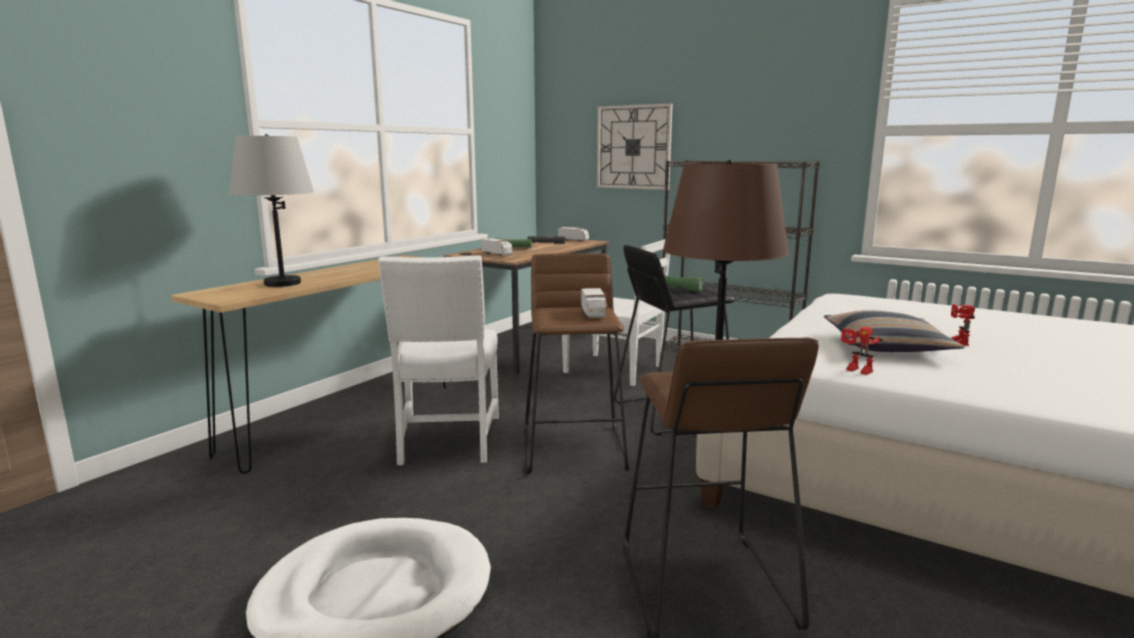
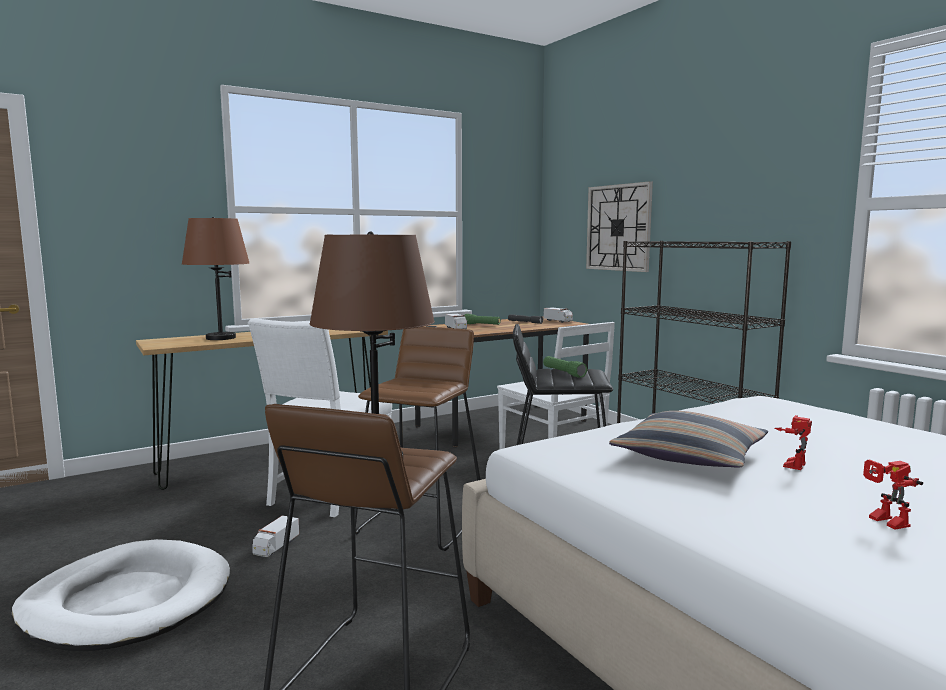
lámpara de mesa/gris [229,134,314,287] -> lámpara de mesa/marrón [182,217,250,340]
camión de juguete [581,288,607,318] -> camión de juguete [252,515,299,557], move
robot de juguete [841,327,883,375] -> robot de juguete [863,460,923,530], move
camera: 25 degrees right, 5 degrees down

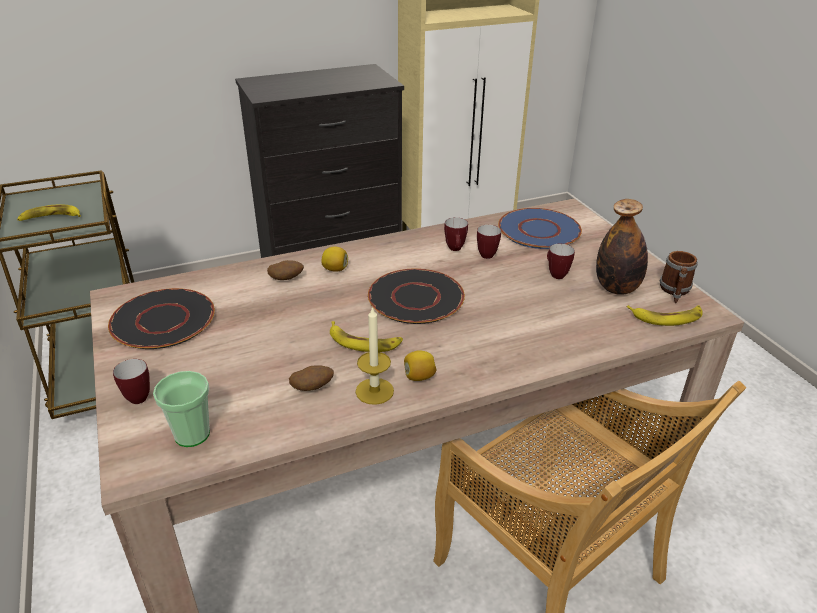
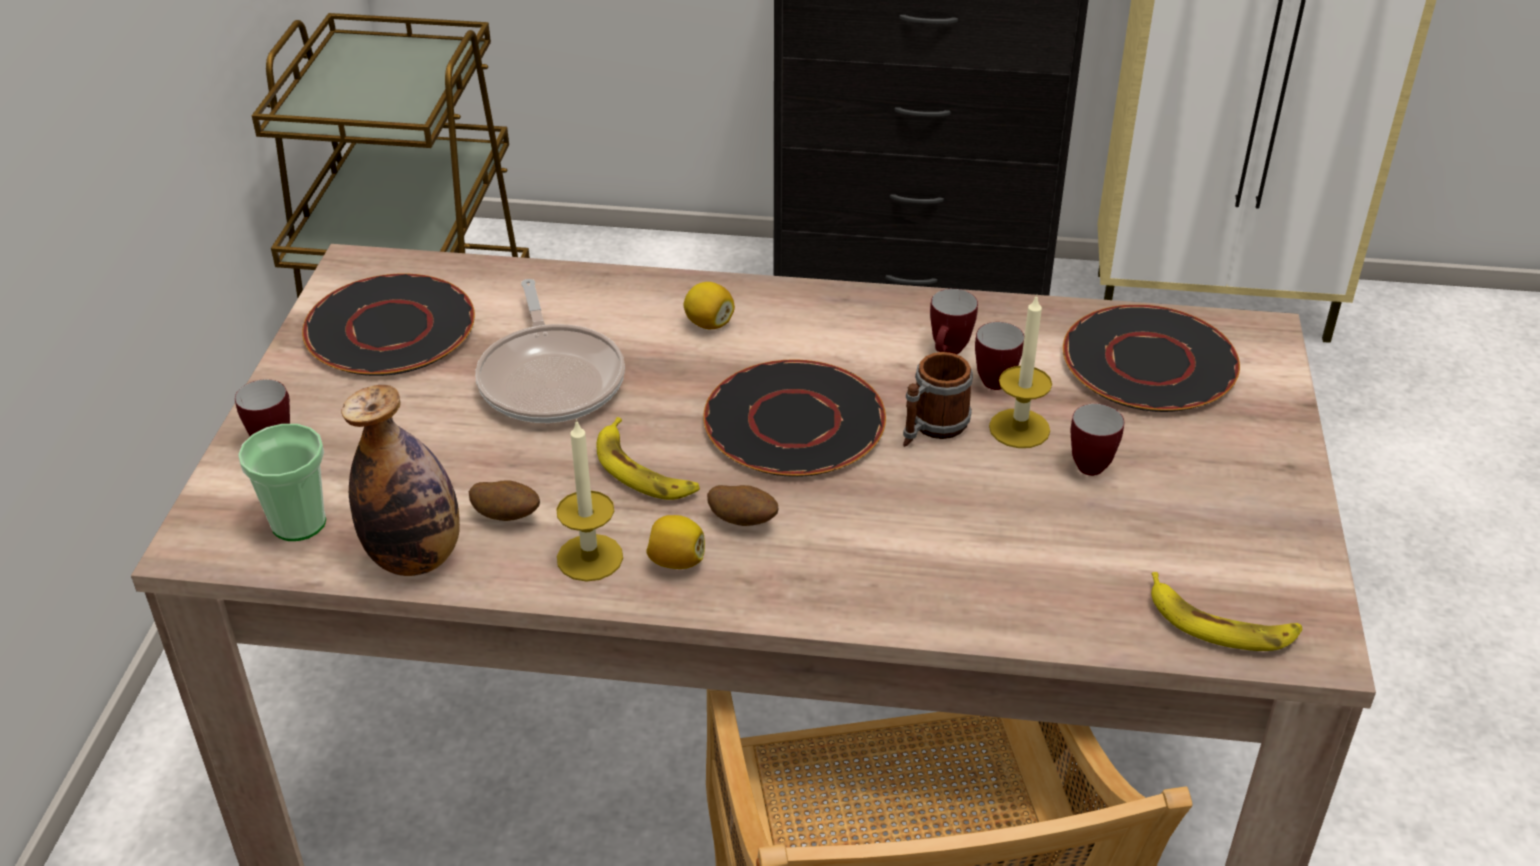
plátano [17,204,81,221] -> none
patata [267,260,304,280] -> patata [707,485,779,526], move
plato/azul [498,208,582,249] -> plato/negro [1063,304,1240,412]
botella [596,199,648,295] -> botella [341,385,460,576], move
taza grande [660,251,698,303] -> taza grande [903,352,973,447], move
none -> sartén [475,279,625,423]
none -> vela [989,294,1052,448]
camera: 30 degrees right, 5 degrees up

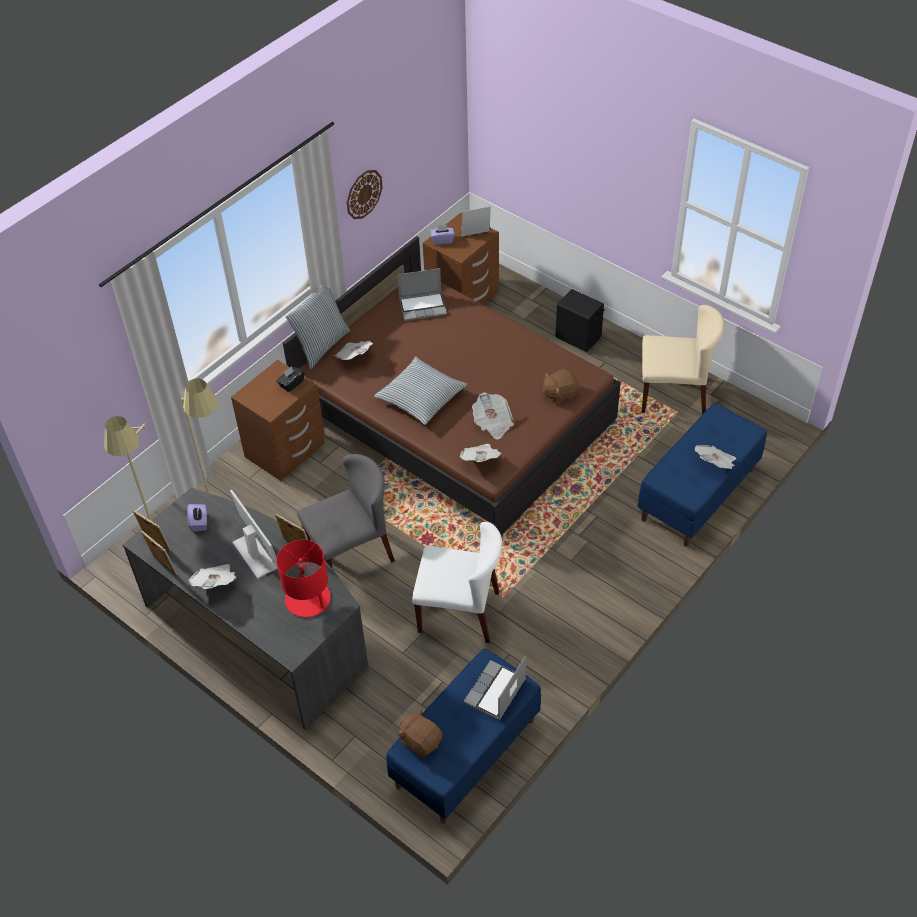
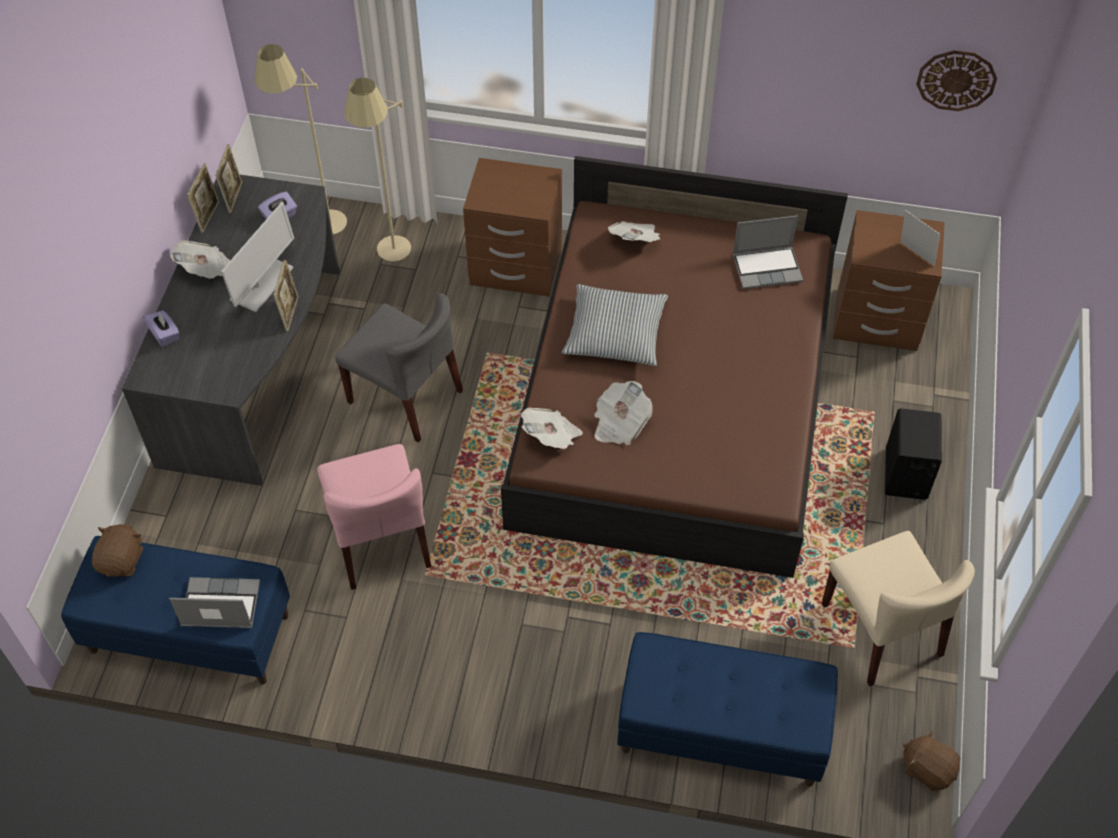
lámpara de mesa/rojo [276,540,331,617] -> none
caja de pañuelos/negro [277,366,304,392] -> none
cojín [286,285,350,369] -> none
reloj de pared [347,170,383,219] -> reloj de pared [916,50,997,111], move
portátil [397,268,447,321] -> portátil [733,216,803,289], 60 degrees counterclockwise
silla/blanco [412,522,502,643] -> silla/rosa [317,444,431,590]
caja de pañuelos/morado [431,225,455,245] -> caja de pañuelos/morado [143,311,179,347], move
peluche/marrón [542,369,579,404] -> peluche/marrón [903,731,960,791], move
periódico [695,445,736,469] -> none
camera: 60 degrees right, 5 degrees up

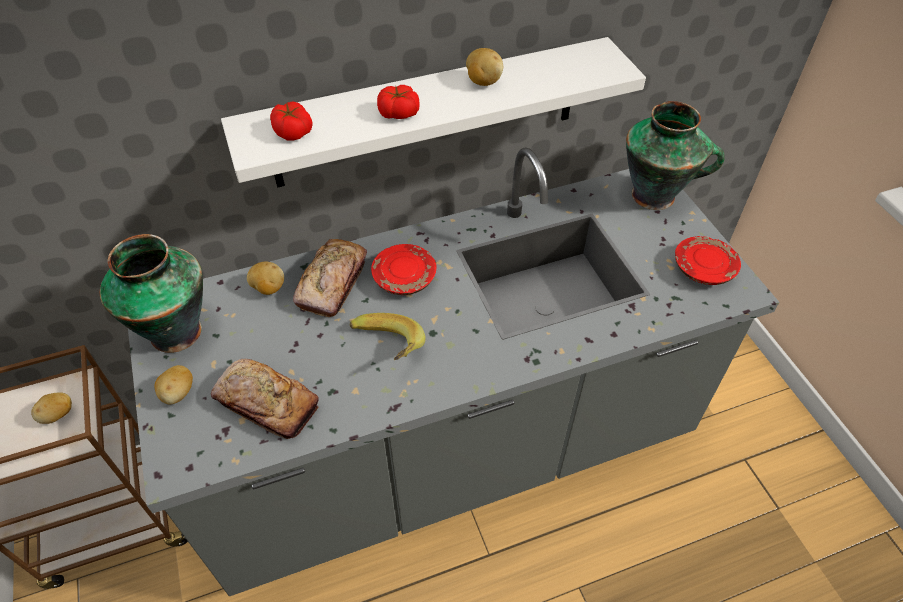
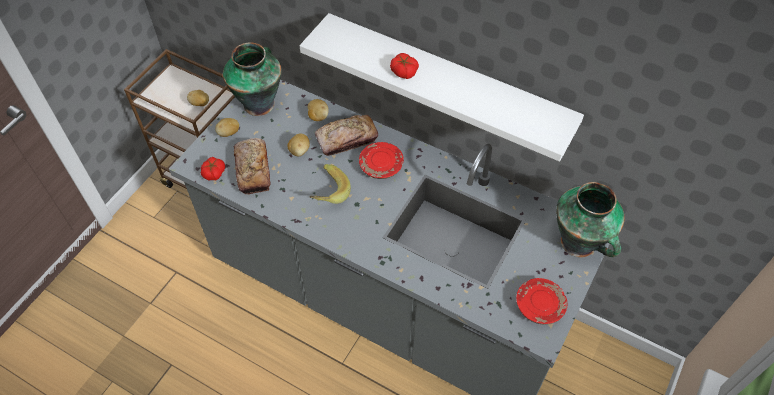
tomate [270,101,313,141] -> tomate [201,157,225,180], move
patata [466,48,503,86] -> patata [287,133,310,156], move
camera: 50 degrees right, 5 degrees up

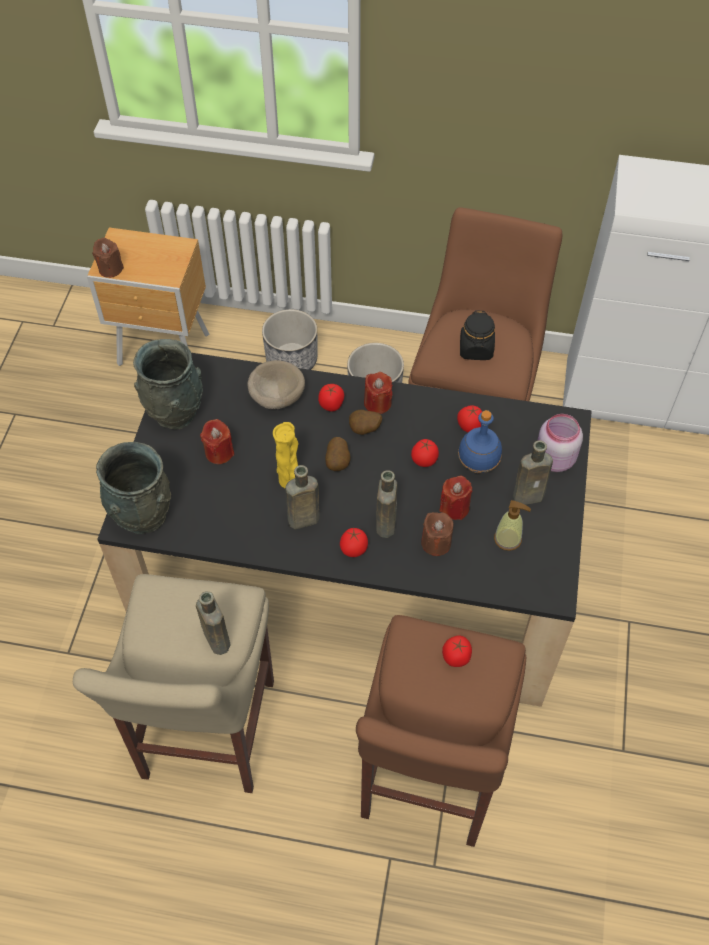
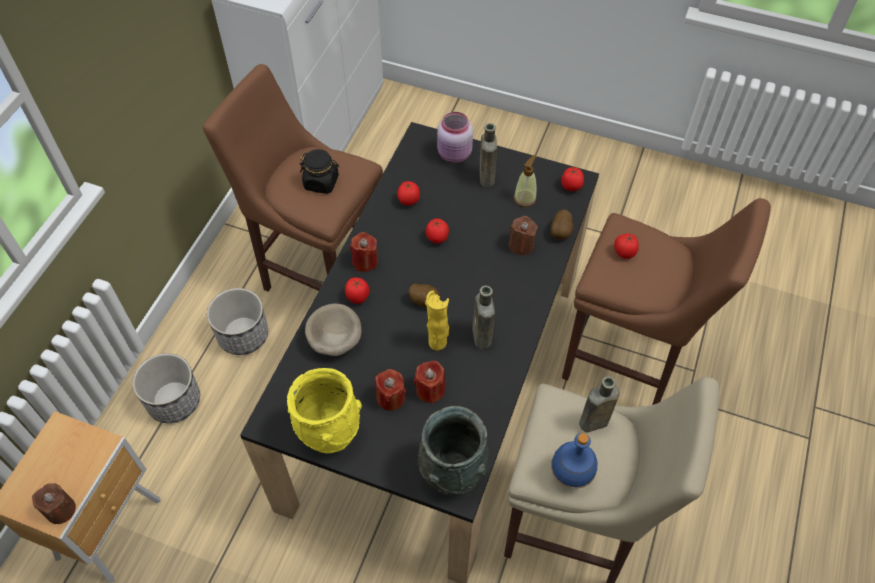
florero/gris [133,339,203,429] -> florero/amarillo [287,368,362,454]
tomate [340,528,368,557] -> tomate [561,167,584,191], move
patata [349,410,382,435] -> patata [551,210,573,240], move
botella/marrón [376,470,398,538] -> none
vela/rojo [439,476,472,520] -> vela/rojo [414,361,446,404], move
botella/azul [458,410,502,473] -> botella/azul [551,433,597,489], move
camera: 80 degrees left, 0 degrees up

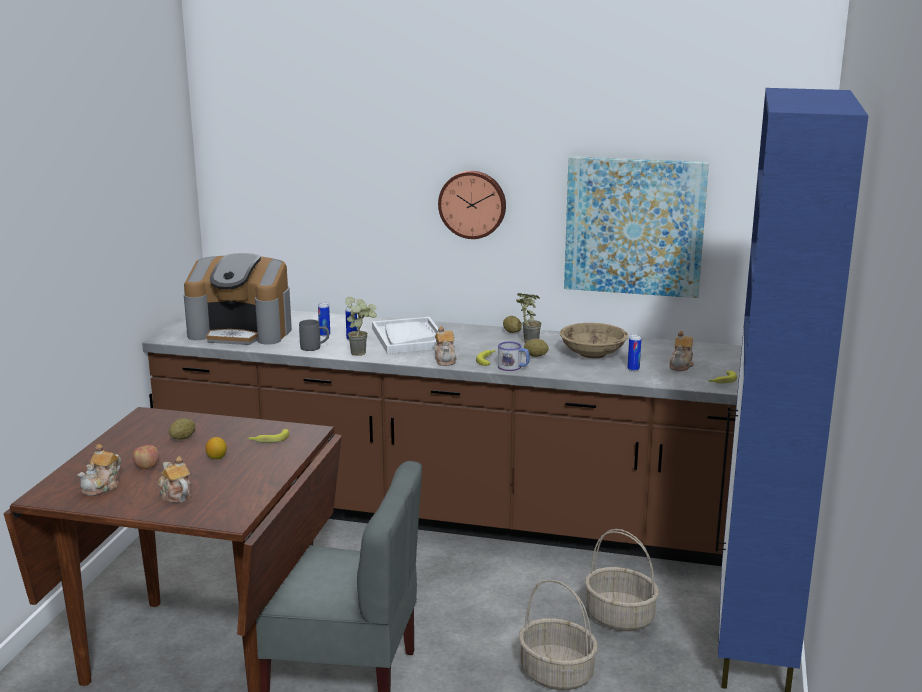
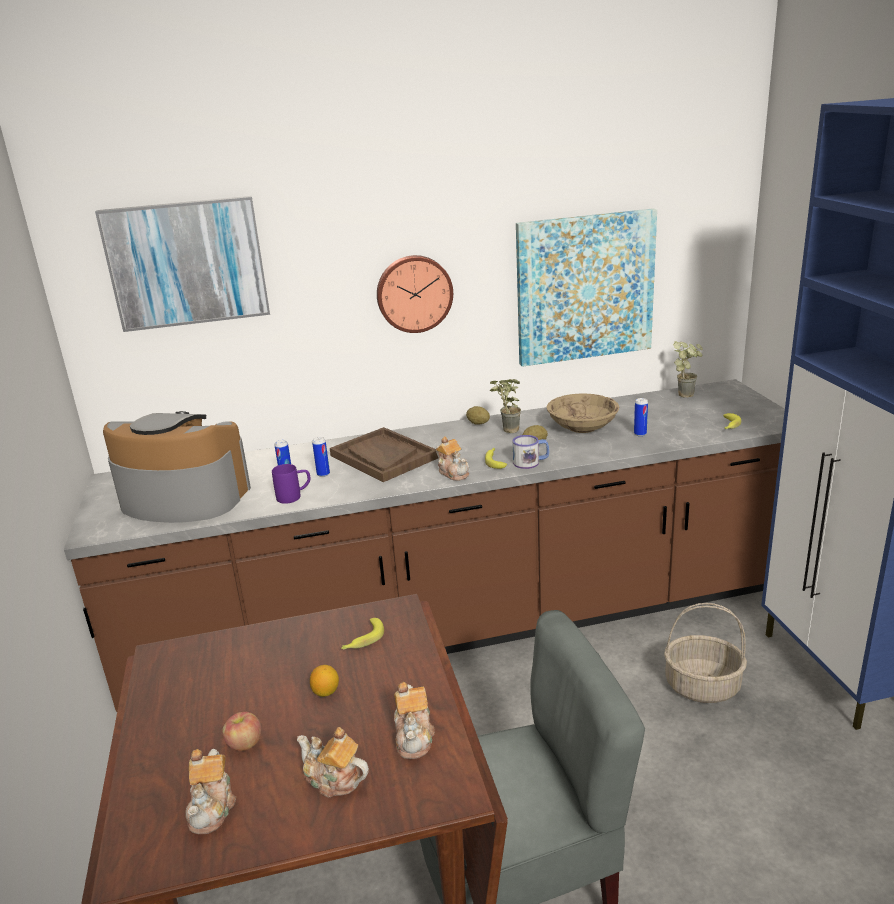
patata [169,418,196,440] -> none
cafetera [184,253,292,345] -> cafetera [103,411,251,523], 150 degrees counterclockwise
taza grande/gris [299,320,329,351] -> taza grande/morado [272,464,310,504]
planta en maceta [345,297,377,356] -> planta en maceta [673,341,703,398], move
bandeja/blanco [372,317,438,354] -> bandeja/marrón [330,427,438,482]
cesta [518,580,598,690] -> none
tetera [669,331,694,371] -> tetera [394,682,435,759], move
none -> cuadro [95,196,270,332]
camera: 25 degrees left, 5 degrees up

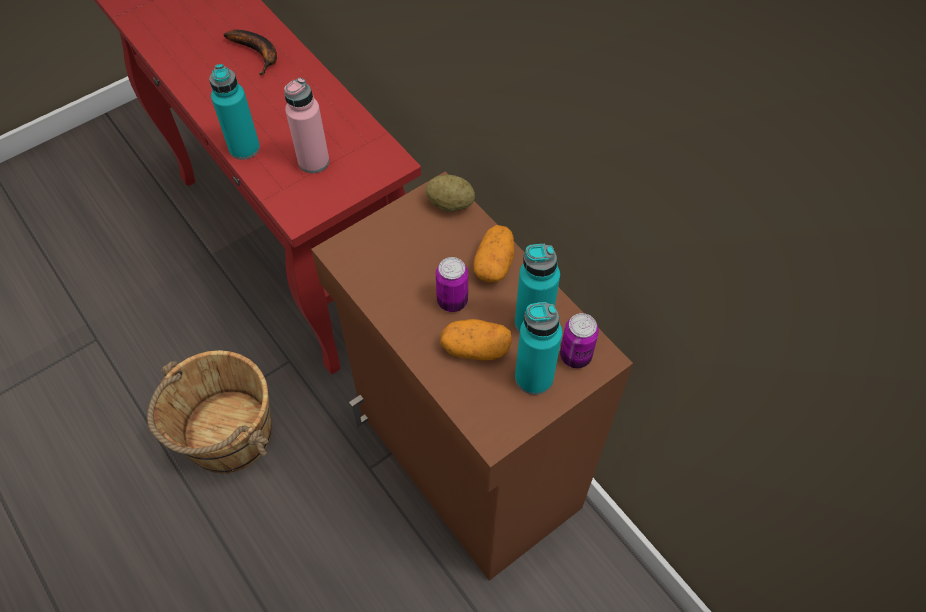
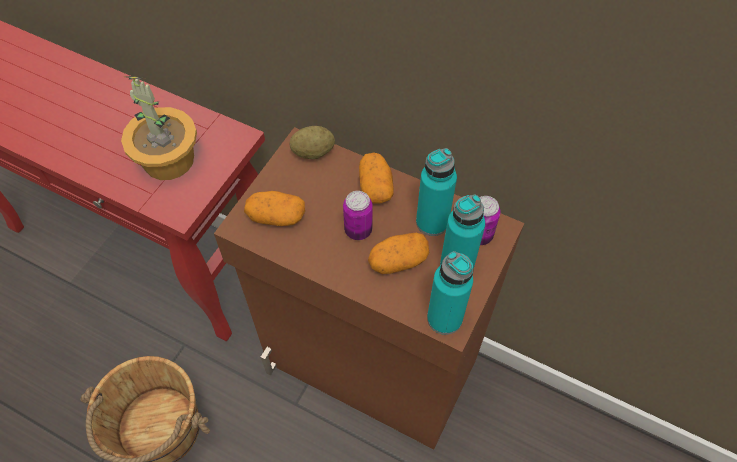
botella/turquesa [209,64,260,160] -> botella/turquesa [427,251,473,335], move
plátano [224,30,277,75] -> none
botella/rosa [284,78,329,173] -> planta en maceta [121,76,197,180]
none -> patata [244,191,305,226]
camera: 25 degrees left, 0 degrees up

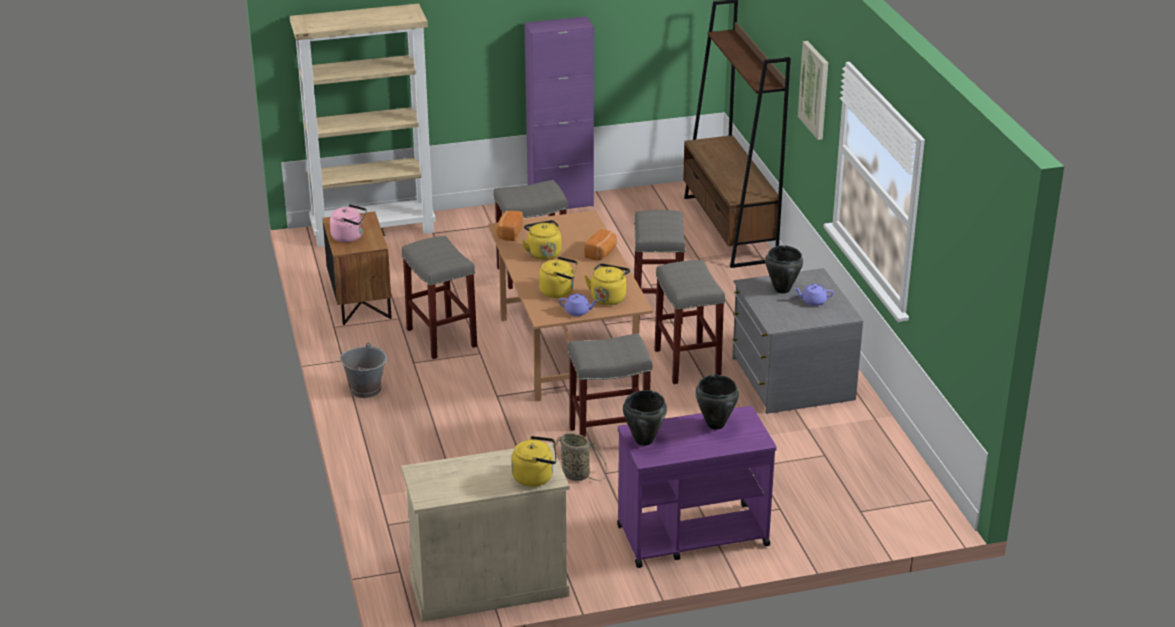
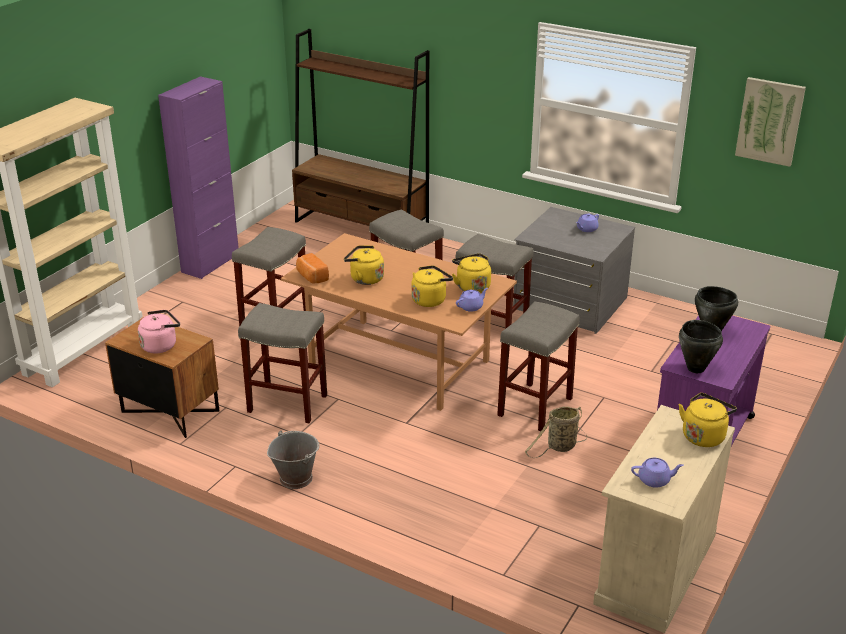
pan [584,229,617,260] -> none
olla/negro [765,245,803,294] -> none
cuadro [798,41,828,140] -> cuadro [735,77,806,167], move
none -> tetera/morado [631,458,684,488]
camera: 45 degrees left, 0 degrees up

